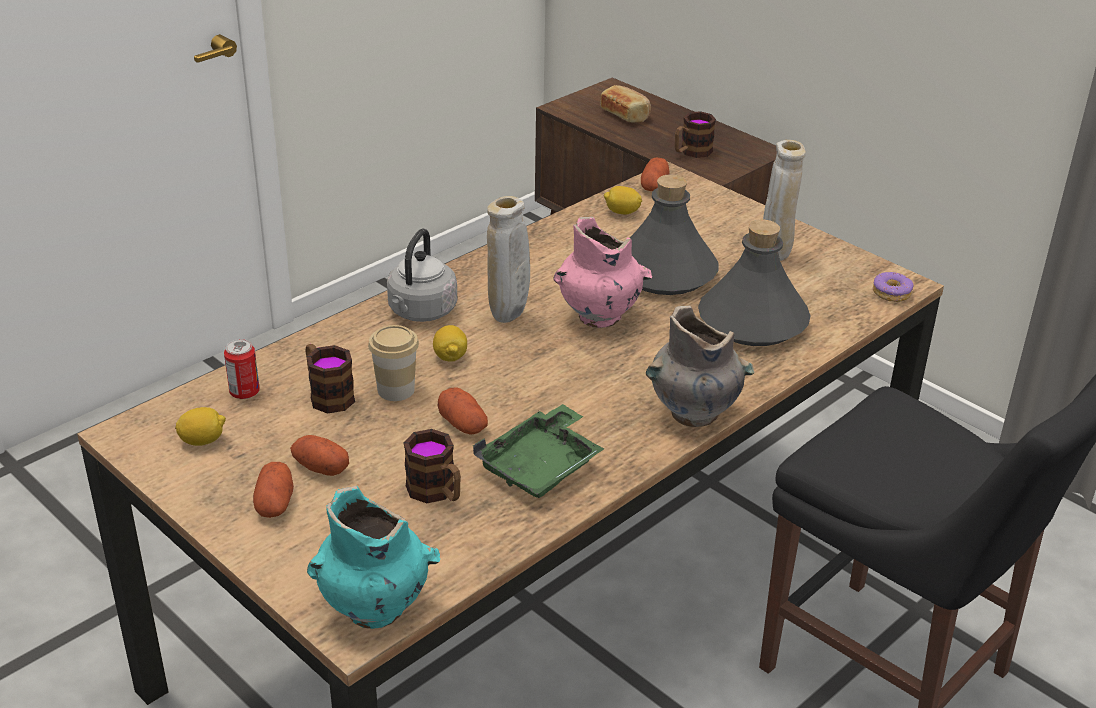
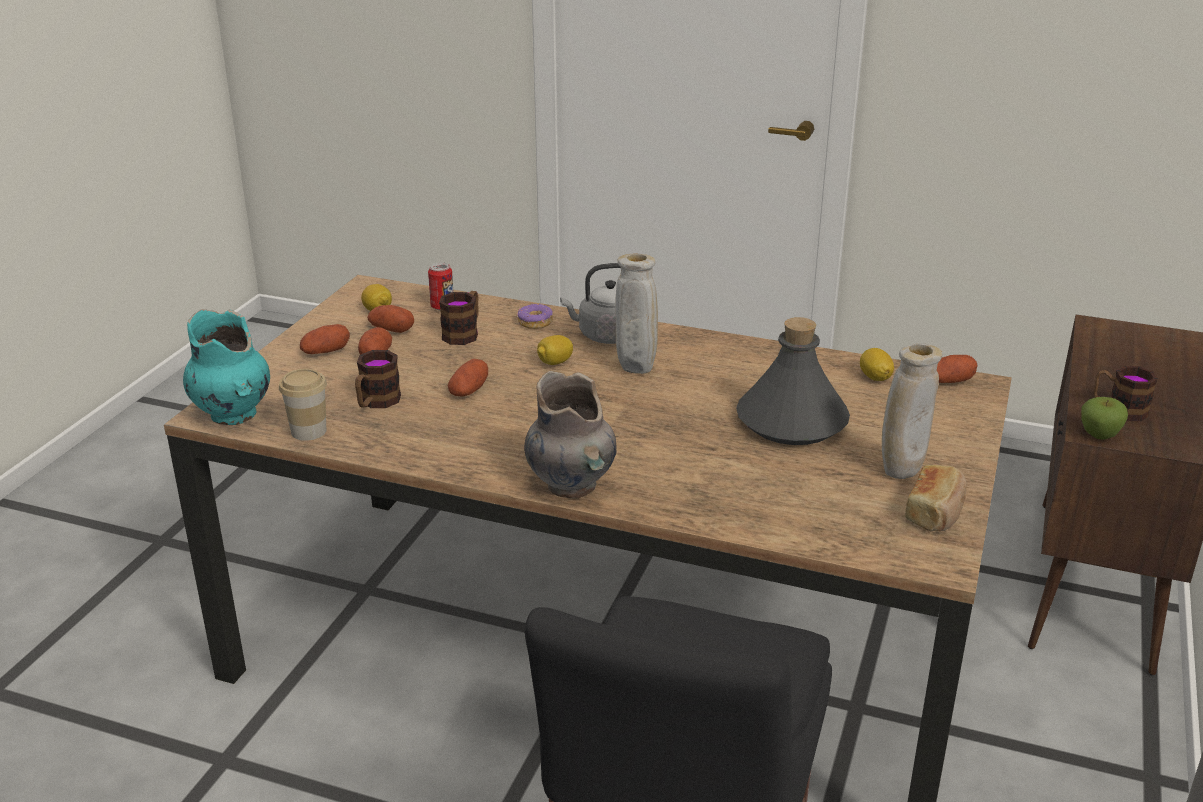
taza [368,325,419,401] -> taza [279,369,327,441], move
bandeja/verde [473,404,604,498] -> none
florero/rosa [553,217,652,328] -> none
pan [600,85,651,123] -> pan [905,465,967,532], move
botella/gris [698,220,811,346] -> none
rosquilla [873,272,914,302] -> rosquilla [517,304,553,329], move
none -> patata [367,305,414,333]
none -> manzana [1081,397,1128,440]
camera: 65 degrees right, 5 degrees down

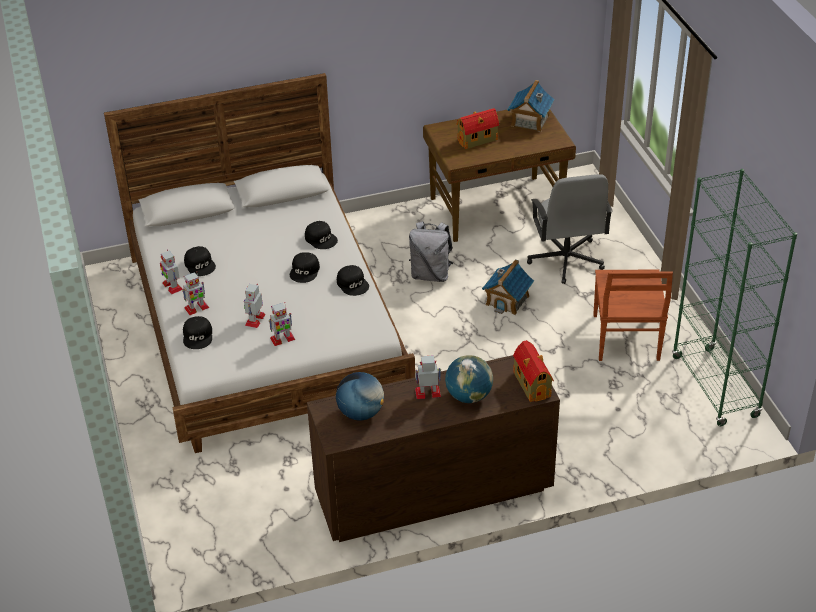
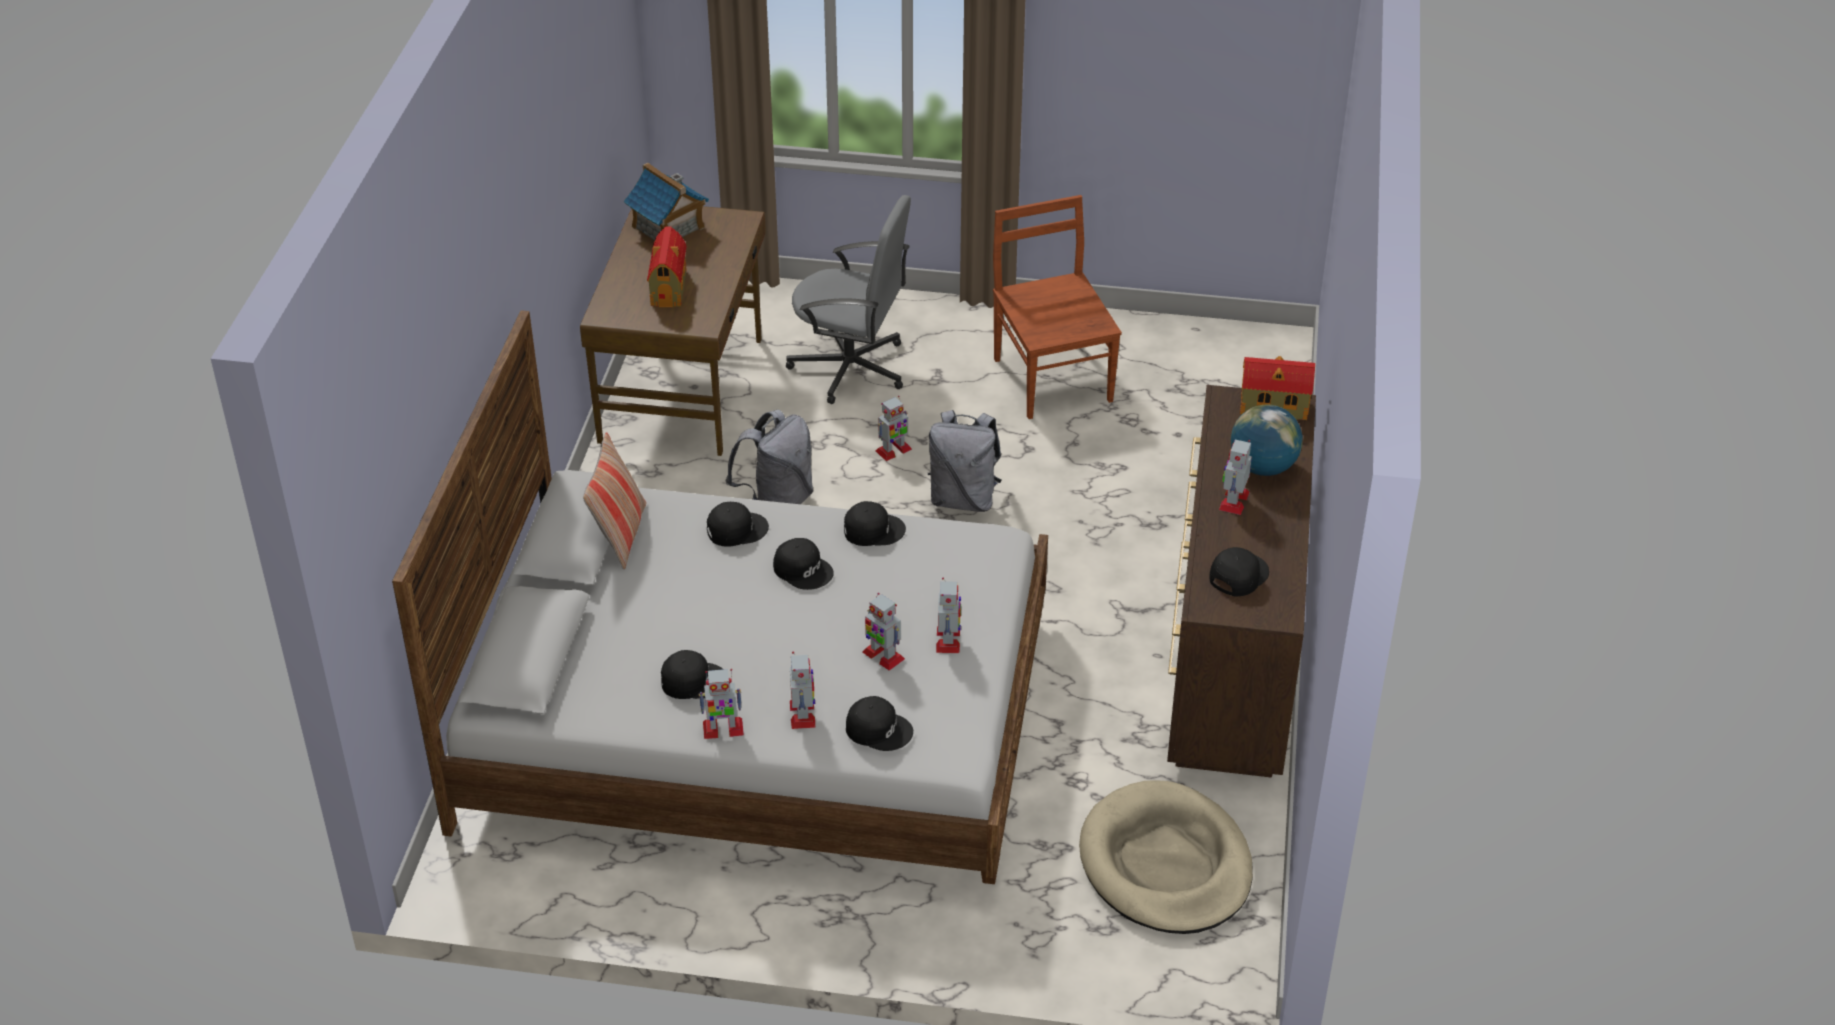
globo terráqueo [336,372,384,421] -> gorra/negro [1209,547,1269,596]
casita [482,260,534,315] -> robot de juguete [876,396,912,461]
silla/marrón [593,270,673,361] -> silla/marrón [993,195,1122,419], 135 degrees counterclockwise
estantería/verde [672,169,797,426] -> none
none -> cojín [583,432,646,570]
none -> mochila/gris [928,410,1002,512]
none -> cama para perro/beis [1079,780,1253,934]
camera: 65 degrees left, 0 degrees up

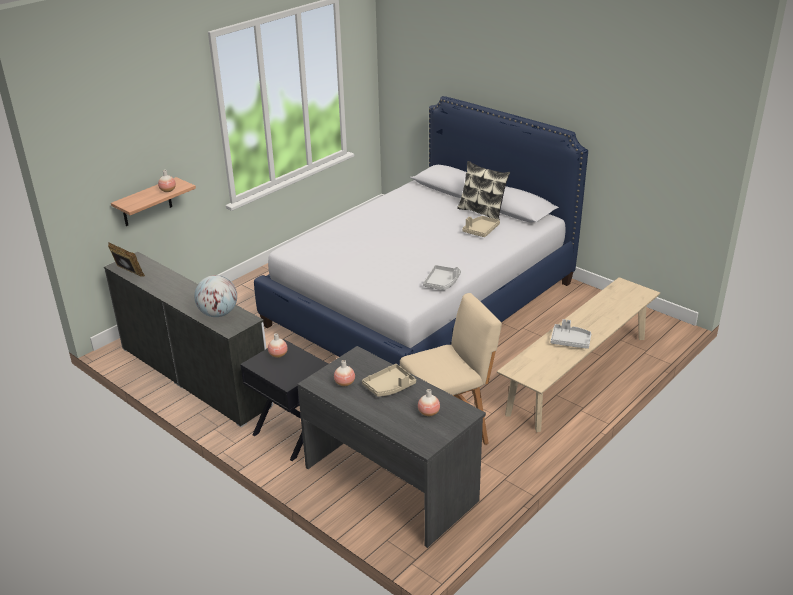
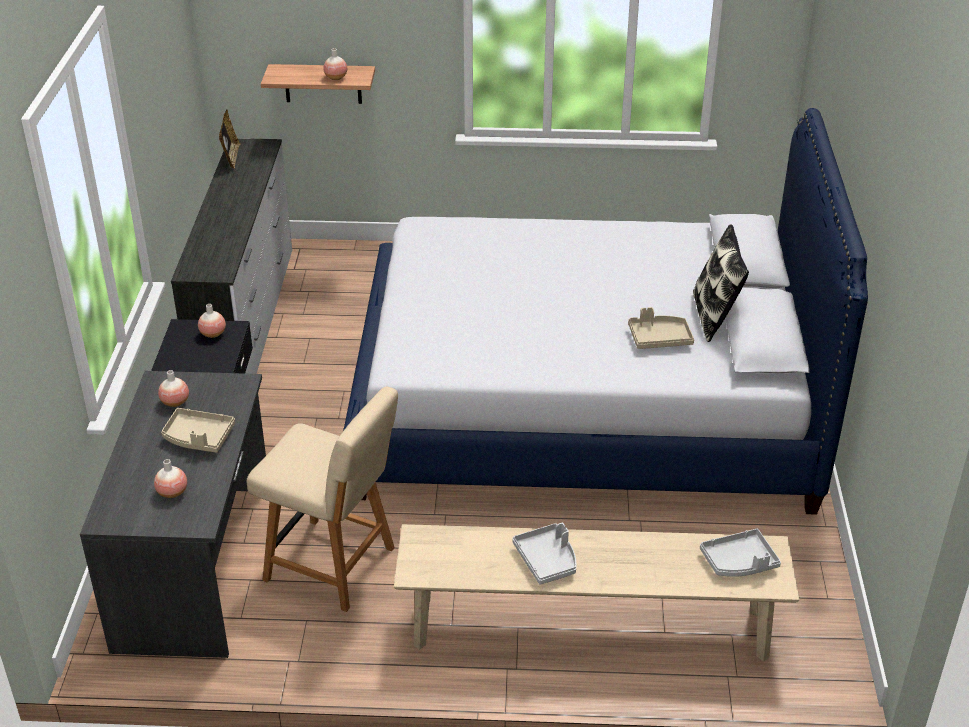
globo terráqueo [194,275,237,317] -> none
bandeja/gris [423,265,461,290] -> bandeja/gris [700,529,781,577], move
camera: 50 degrees right, 5 degrees up

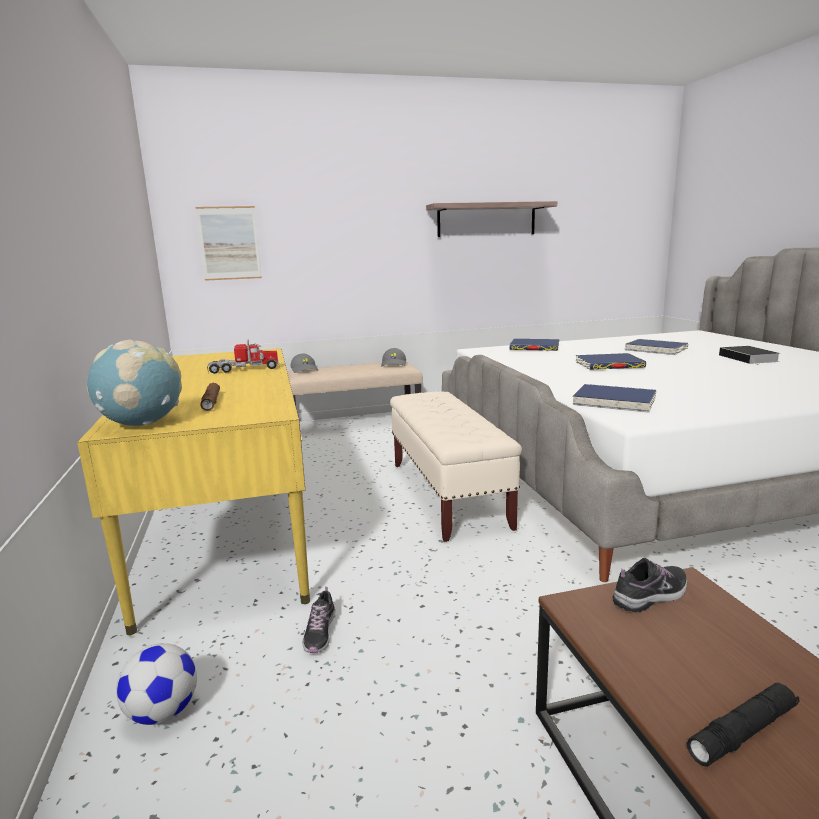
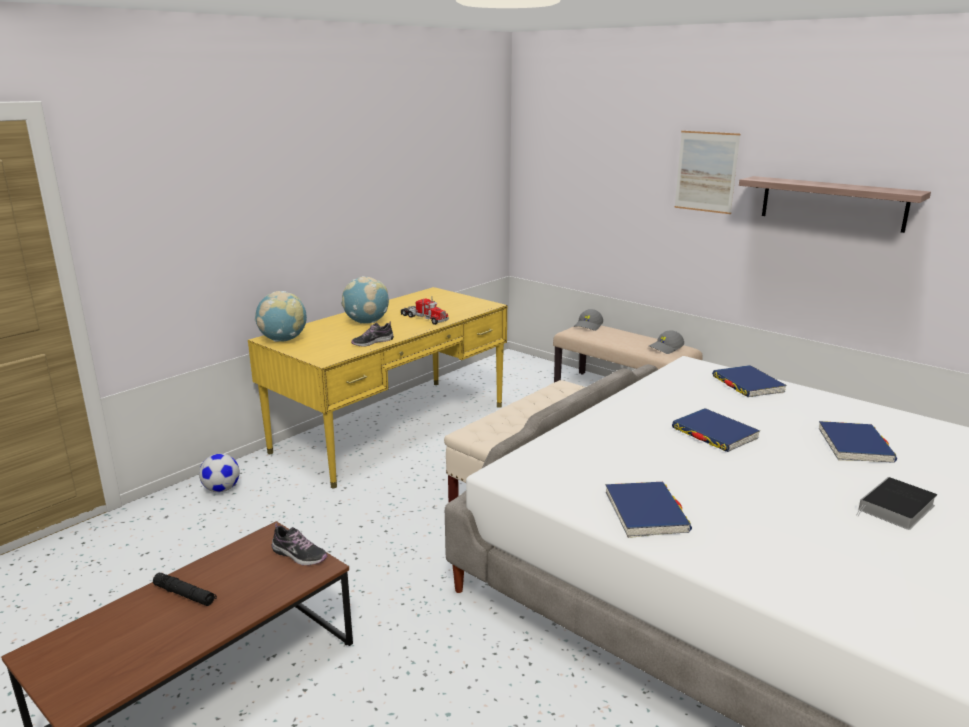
cuadro [196,206,262,281] -> cuadro [674,131,740,214], move
linterna/marrón [200,383,220,411] -> none
zapato [303,587,335,653] -> zapato [351,322,394,347], move
libro/azul [573,384,656,413] -> libro/azul [605,482,692,538], move
none -> globo terráqueo [341,276,389,324]
camera: 55 degrees right, 5 degrees up

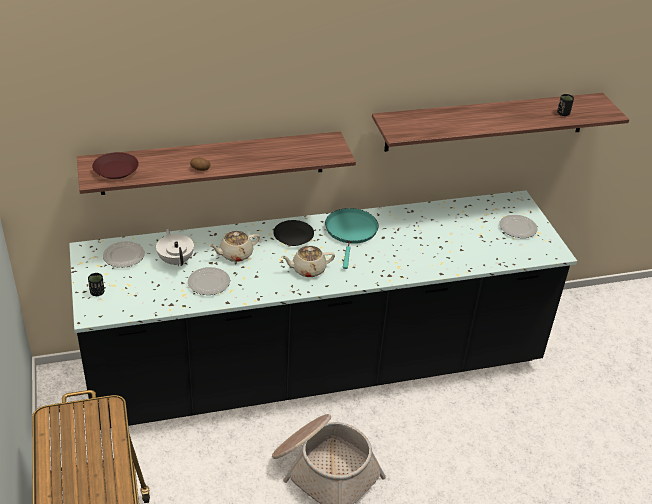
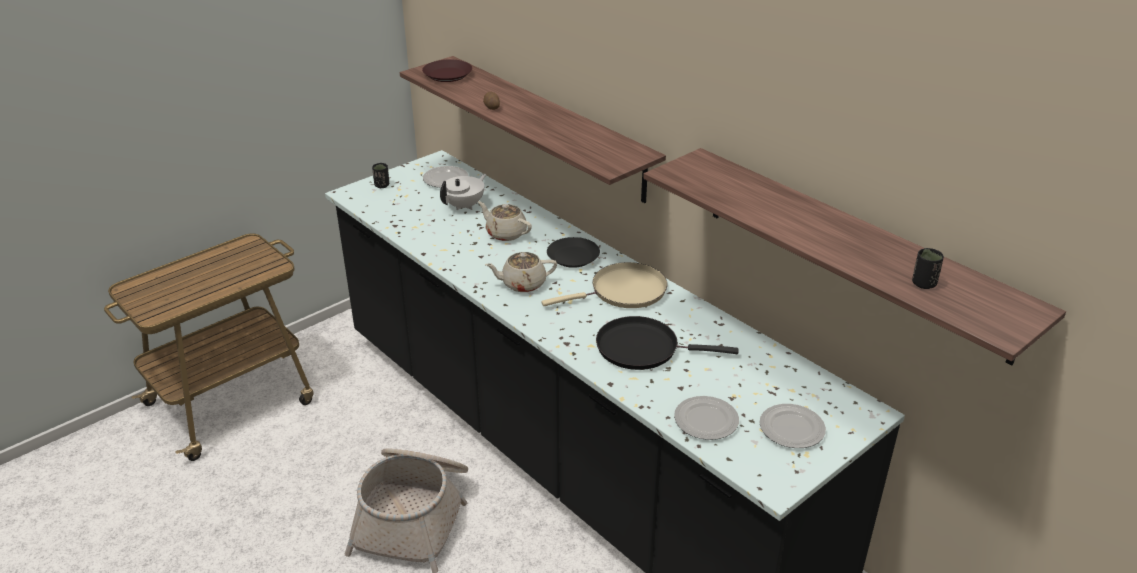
plato [188,267,230,295] -> plato [674,396,739,440], move
tetera/beis [281,246,335,277] -> tetera/beis [485,252,557,292], 60 degrees counterclockwise
sartén/turquesa [325,208,379,269] -> sartén/beis [541,262,667,308]
none -> sartén/negro [596,316,738,370]
camera: 65 degrees right, 5 degrees down

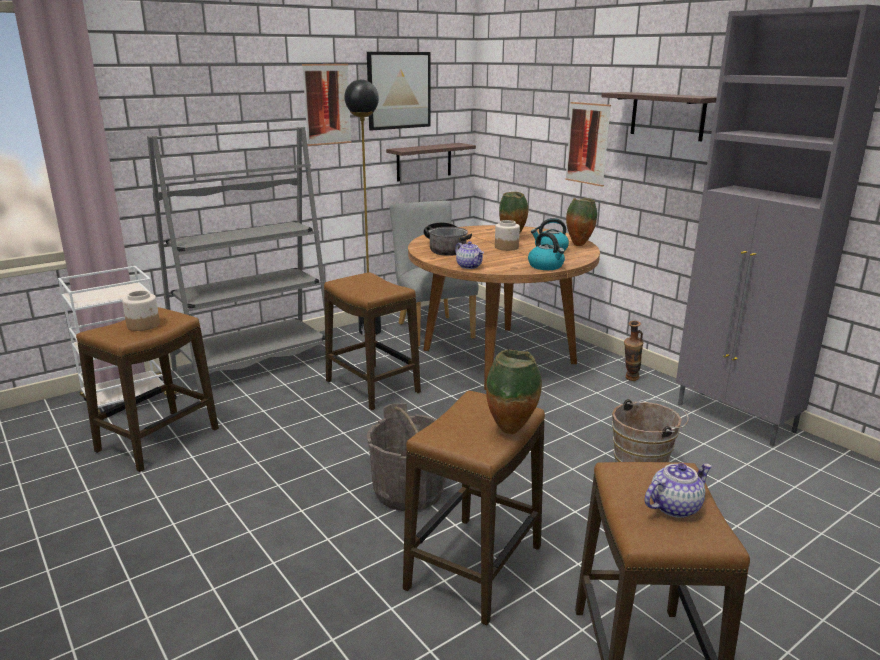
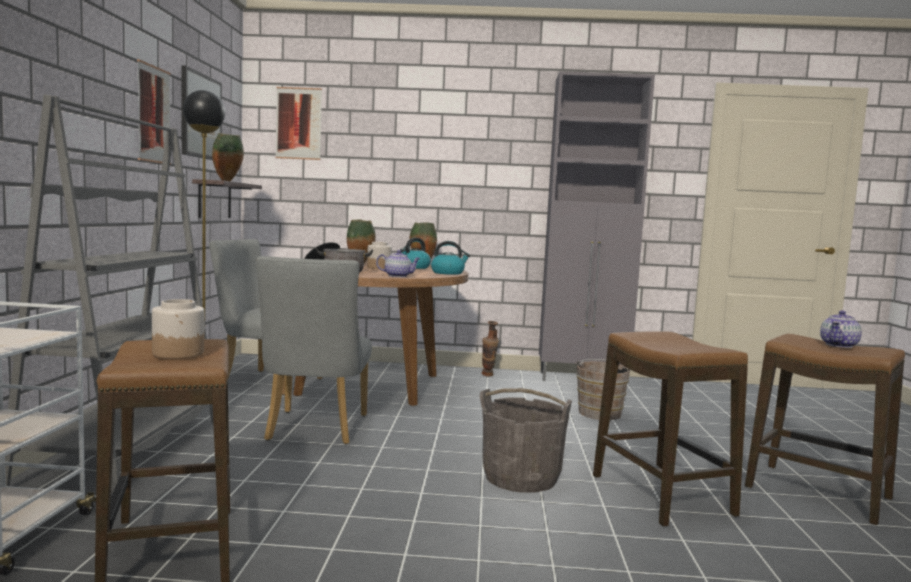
taburete [324,272,421,410] -> silla/gris [256,256,372,444]
florero [486,350,542,434] -> florero [212,133,244,181], move
cuadro [565,102,611,187] -> cuadro [275,87,322,160], move
estante [602,92,717,141] -> none
tetera [645,463,712,518] -> tetera [820,310,862,348], 150 degrees counterclockwise
camera: 50 degrees left, 15 degrees down

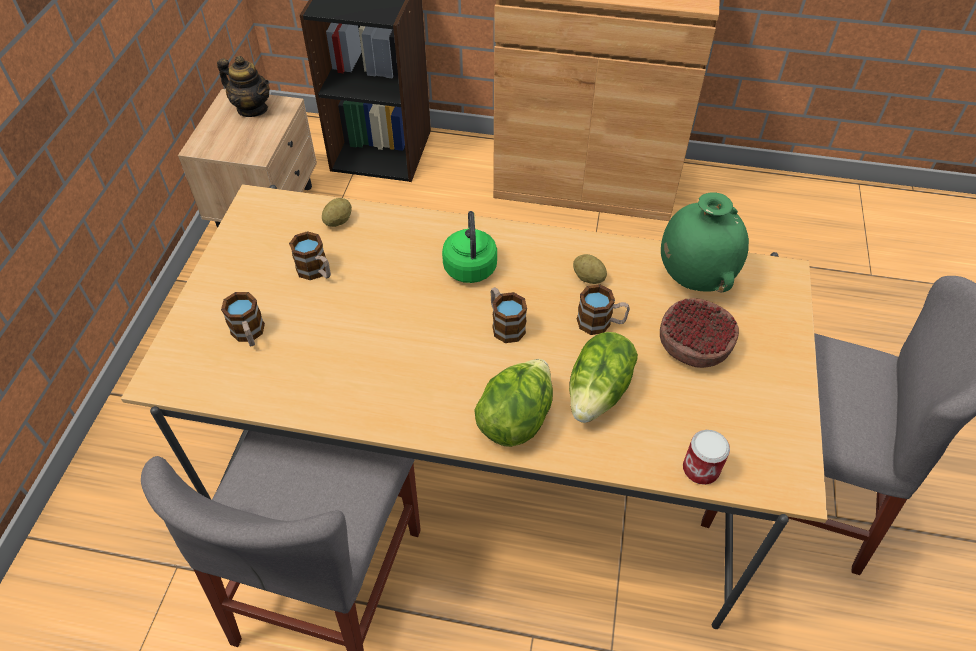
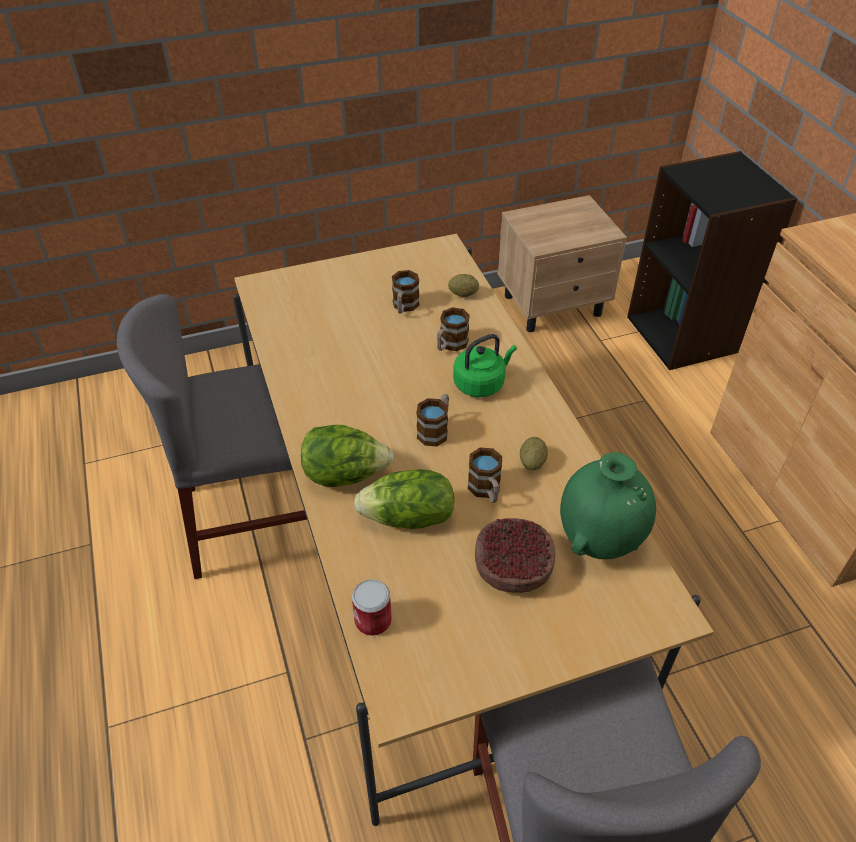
tetera [217,56,269,117] -> none
taza grande [221,292,265,346] -> taza grande [437,307,470,351], move
camera: 60 degrees right, 5 degrees down

